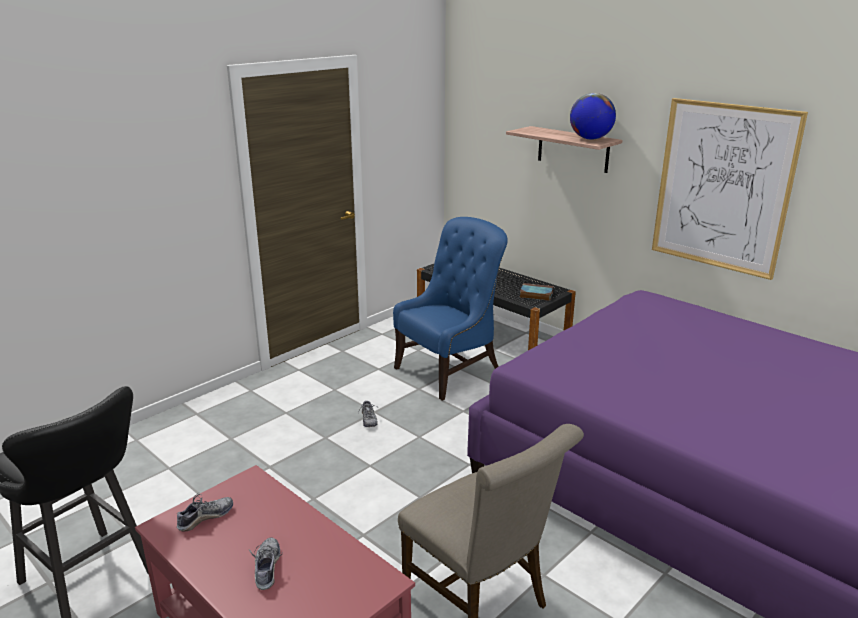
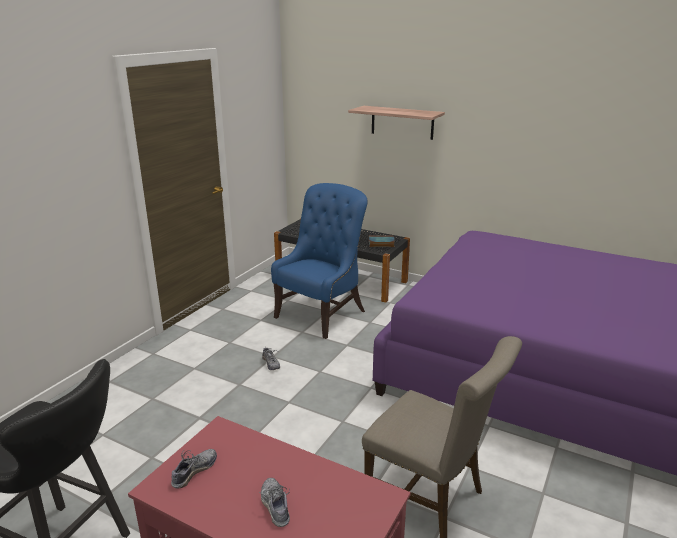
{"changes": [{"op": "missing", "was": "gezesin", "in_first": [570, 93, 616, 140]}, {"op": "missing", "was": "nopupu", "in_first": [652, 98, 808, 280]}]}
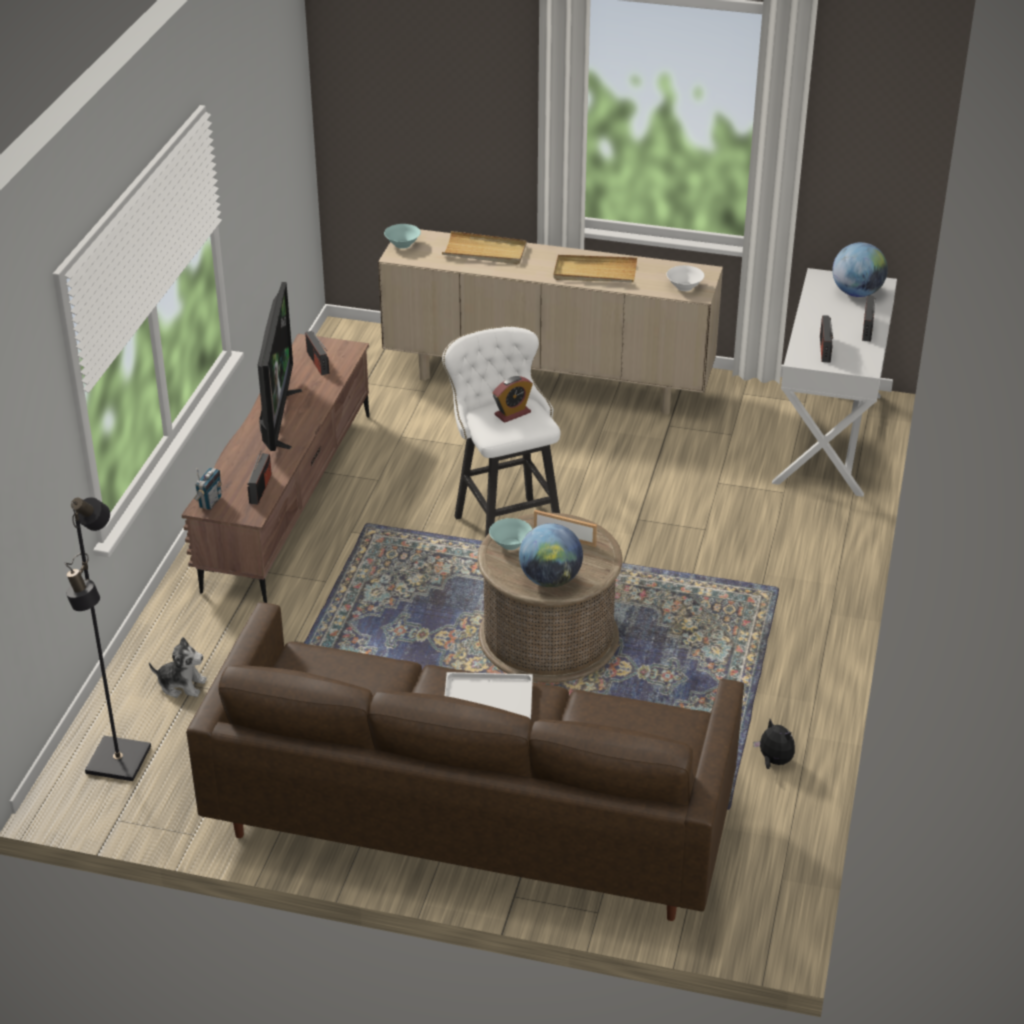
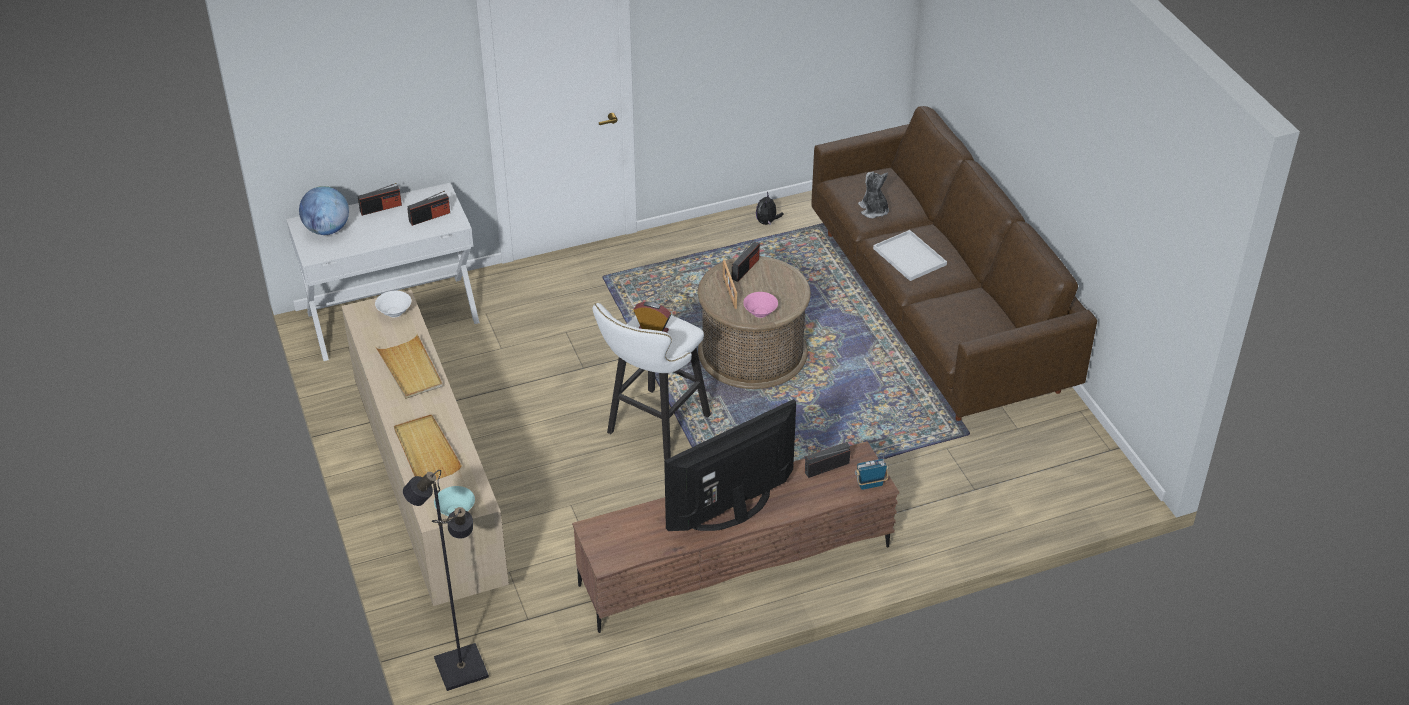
{"changes": [{"op": "relocated", "was": "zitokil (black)", "in_first": [65, 497, 151, 781], "in_second": [403, 470, 489, 691]}, {"op": "relocated", "was": "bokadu", "in_first": [149, 637, 207, 698], "in_second": [858, 172, 889, 218]}, {"op": "relocated", "was": "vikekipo", "in_first": [305, 331, 330, 375], "in_second": [732, 239, 760, 282]}, {"op": "colour", "was": "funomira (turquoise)", "now": "funomira (pink)", "in_first": [489, 518, 532, 550], "in_second": [743, 292, 778, 318]}, {"op": "missing", "was": "gezesin", "in_first": [519, 523, 583, 587]}]}
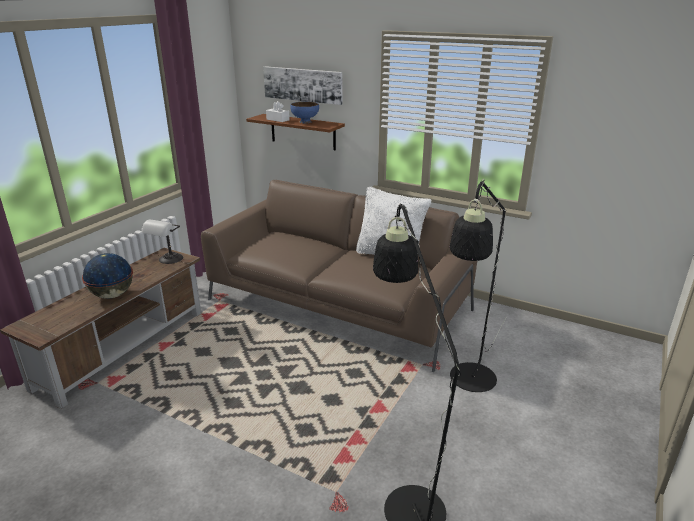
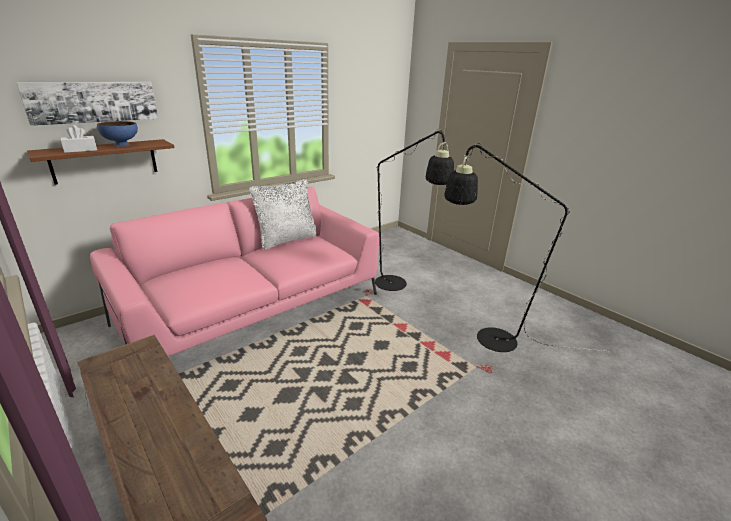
{"changes": [{"op": "missing", "was": "gezesin", "in_first": [82, 253, 133, 299]}, {"op": "missing", "was": "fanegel", "in_first": [142, 220, 183, 264]}, {"op": "colour", "was": "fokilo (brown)", "now": "fokilo (pink)", "in_first": [201, 180, 477, 372], "in_second": [90, 187, 379, 356]}]}
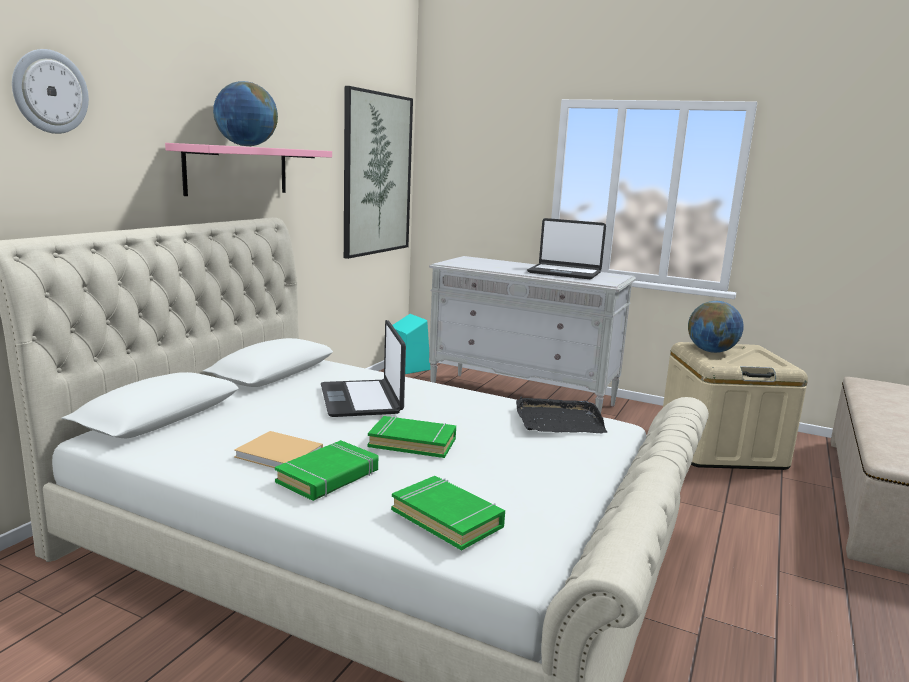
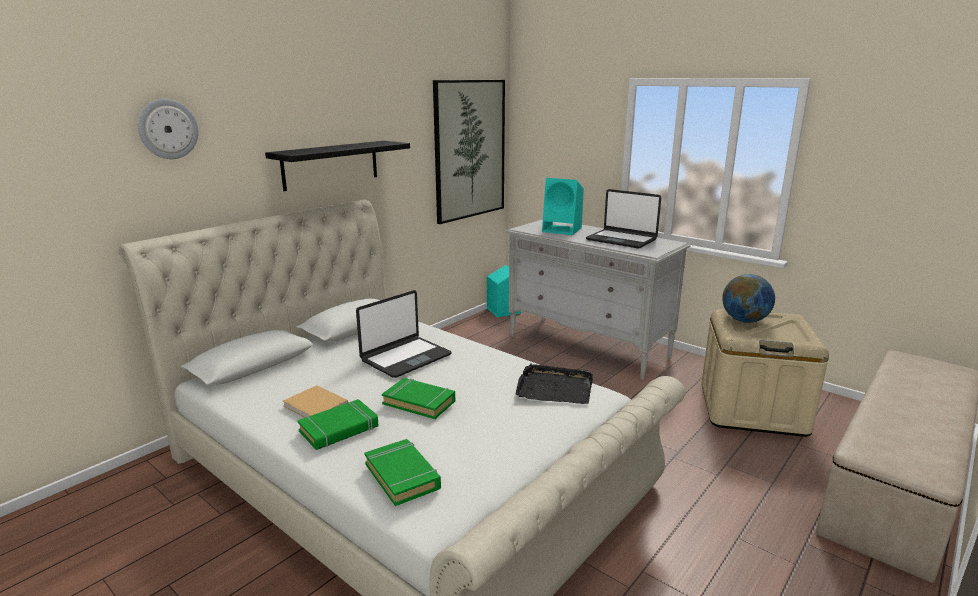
{"changes": [{"op": "colour", "was": "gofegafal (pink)", "now": "gofegafal (black)", "in_first": [165, 143, 332, 196], "in_second": [265, 141, 410, 191]}, {"op": "missing", "was": "gezesin", "in_first": [213, 81, 278, 146]}, {"op": "spun", "was": "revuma", "in_first": [321, 320, 406, 417], "in_second": [356, 290, 452, 378], "clockwise": -135}, {"op": "appeared", "now": "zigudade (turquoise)", "in_second": [542, 178, 584, 235]}]}
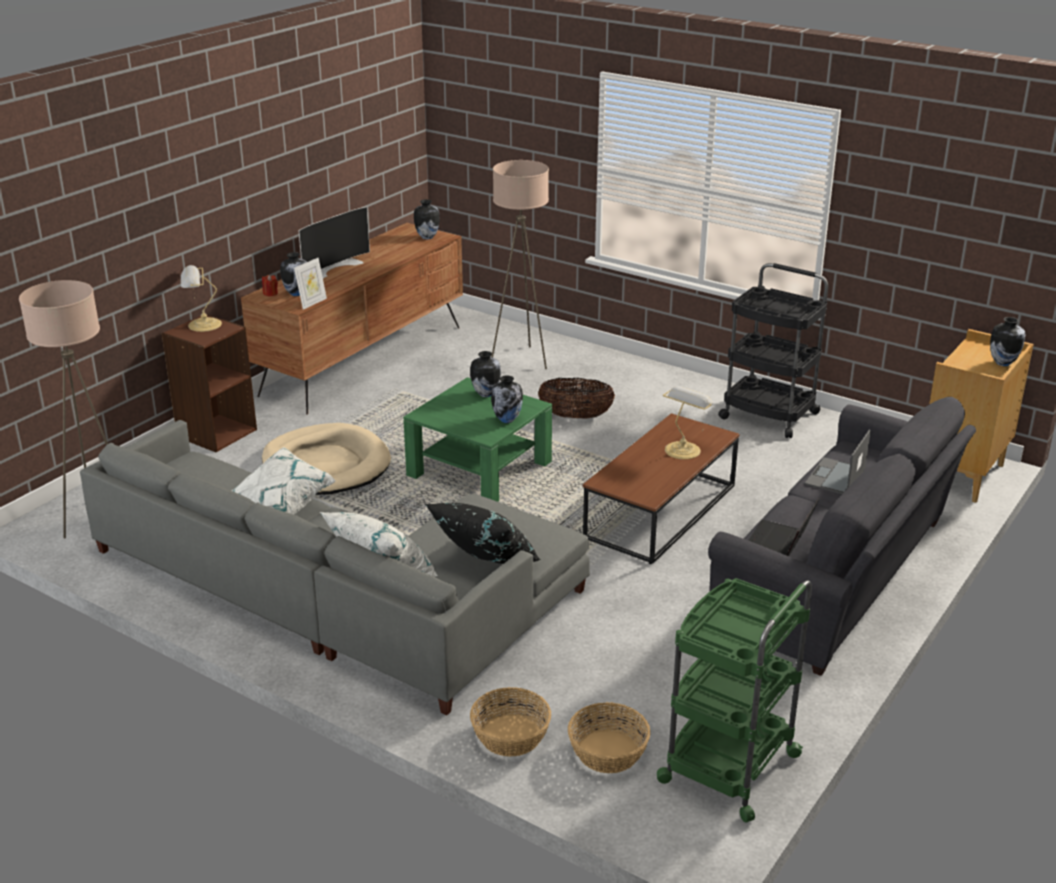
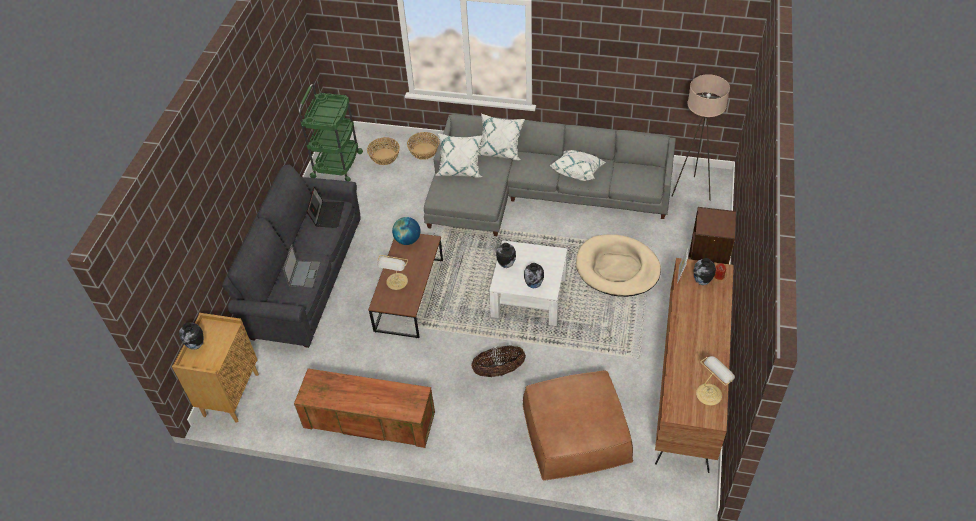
{"changes": [{"op": "relocated", "was": "fanegel", "in_first": [181, 265, 222, 332], "in_second": [696, 356, 735, 405]}, {"op": "missing", "was": "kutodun", "in_first": [298, 207, 370, 279]}, {"op": "colour", "was": "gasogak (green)", "now": "gasogak (white)", "in_first": [403, 377, 552, 502], "in_second": [489, 240, 567, 326]}, {"op": "missing", "was": "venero", "in_first": [414, 199, 440, 240]}, {"op": "colour", "was": "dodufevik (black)", "now": "dodufevik (white)", "in_first": [425, 503, 541, 564], "in_second": [436, 133, 483, 178]}, {"op": "exchanged", "was": "zitokil (beige)", "now": "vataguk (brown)", "in_first": [491, 160, 549, 369], "in_second": [522, 371, 633, 481]}, {"op": "exchanged", "was": "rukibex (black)", "now": "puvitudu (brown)", "in_first": [718, 263, 828, 438], "in_second": [294, 369, 435, 448]}, {"op": "appeared", "now": "gezesin", "in_second": [392, 217, 421, 245]}]}
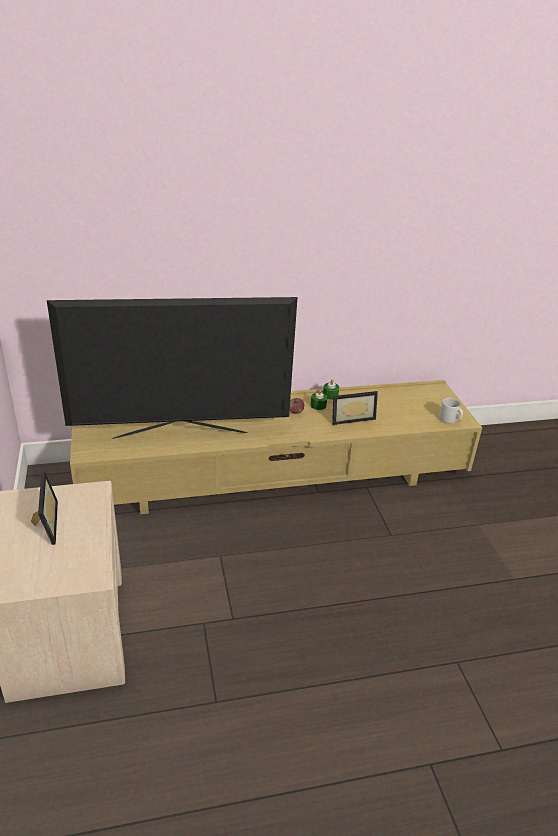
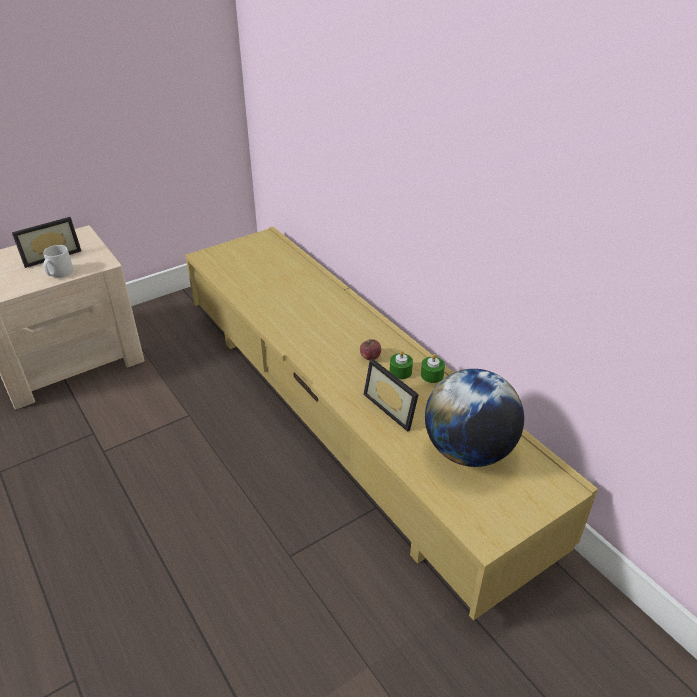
{"changes": [{"op": "missing", "was": "kutodun", "in_first": [47, 297, 298, 439]}, {"op": "relocated", "was": "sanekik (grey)", "in_first": [439, 398, 463, 423], "in_second": [43, 245, 73, 278]}, {"op": "appeared", "now": "gezesin", "in_second": [425, 369, 524, 467]}]}
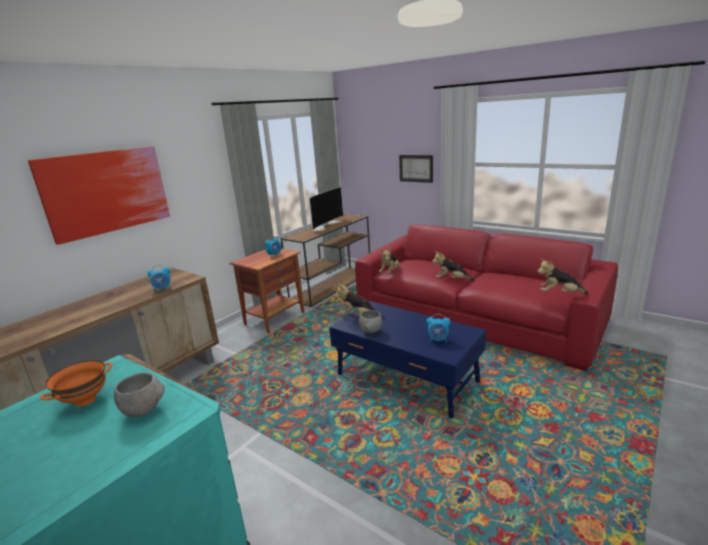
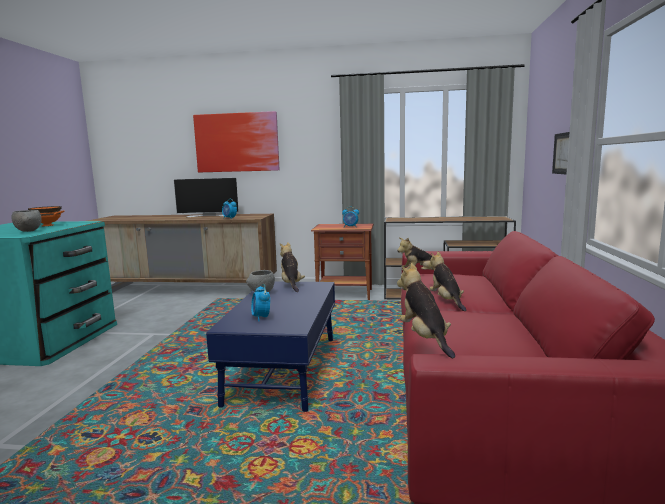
{"changes": [{"op": "relocated", "was": "kutodun", "in_first": [309, 187, 343, 231], "in_second": [173, 178, 239, 217]}]}
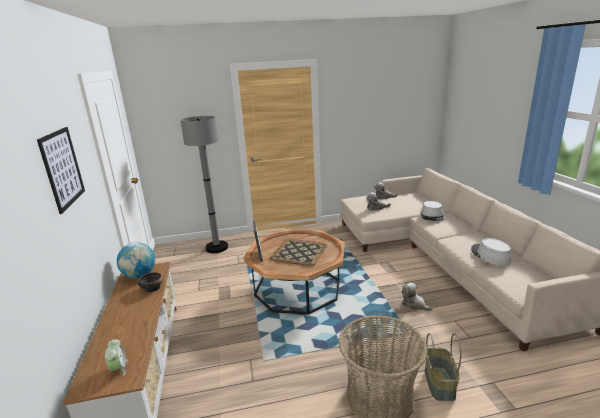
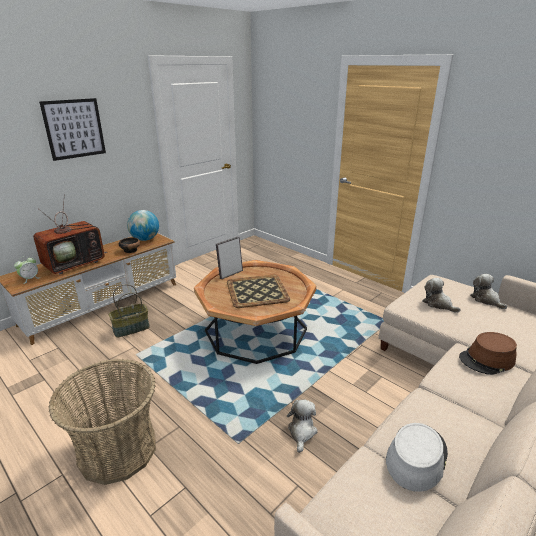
{"changes": [{"op": "missing", "was": "zitokil (grey)", "in_first": [180, 116, 228, 253]}, {"op": "colour", "was": "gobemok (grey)", "now": "gobemok (brown)", "in_first": [420, 201, 444, 221], "in_second": [459, 332, 517, 375]}, {"op": "relocated", "was": "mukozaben", "in_first": [425, 333, 461, 401], "in_second": [109, 284, 150, 337]}, {"op": "appeared", "now": "kutodun", "in_second": [33, 194, 108, 274]}]}
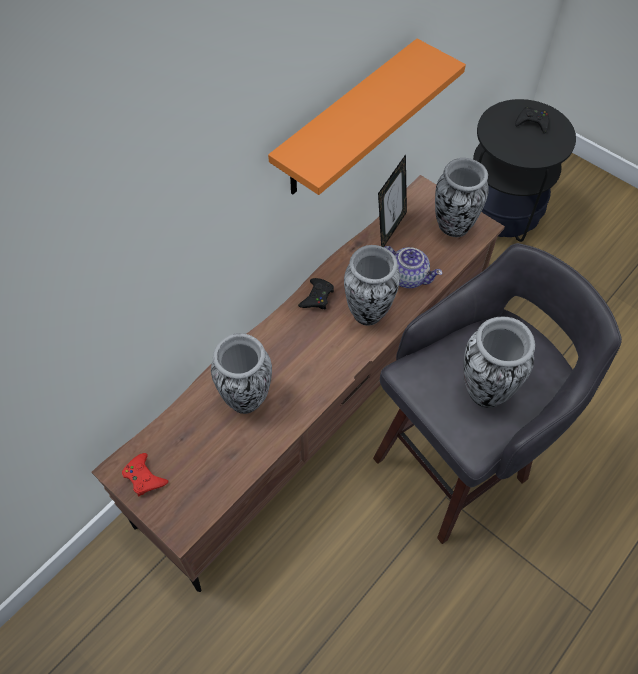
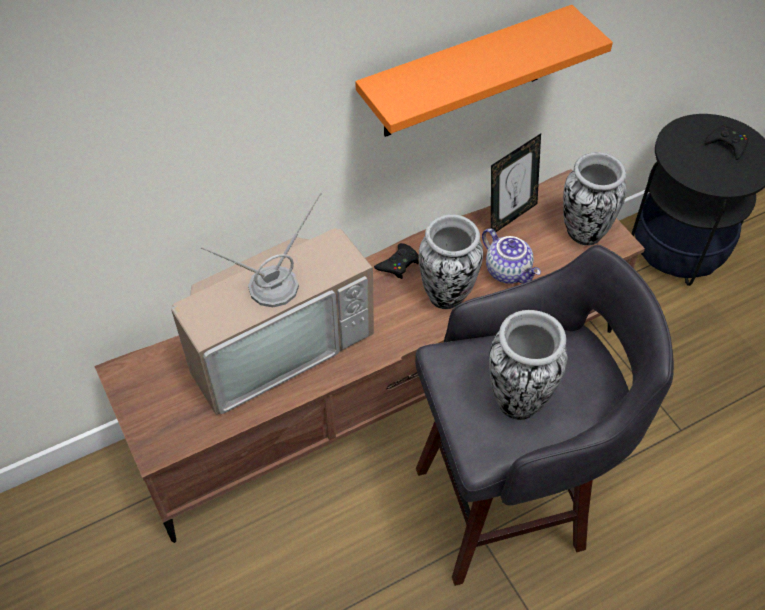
{"changes": [{"op": "missing", "was": "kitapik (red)", "in_first": [122, 453, 168, 496]}, {"op": "exchanged", "was": "venero", "now": "kutodun", "in_first": [211, 333, 272, 414], "in_second": [171, 192, 374, 415]}]}
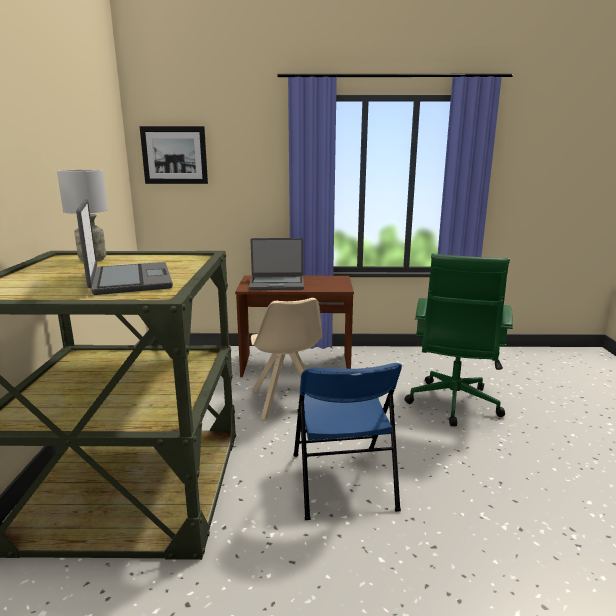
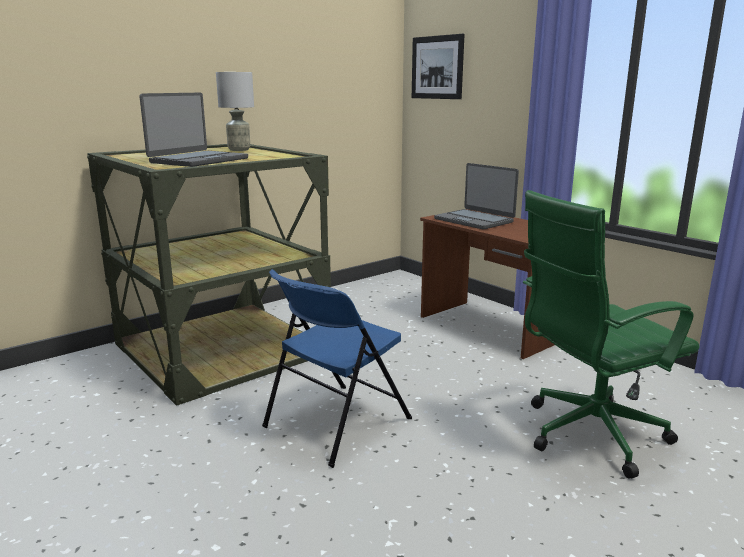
{"changes": [{"op": "missing", "was": "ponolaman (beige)", "in_first": [251, 298, 322, 420]}]}
